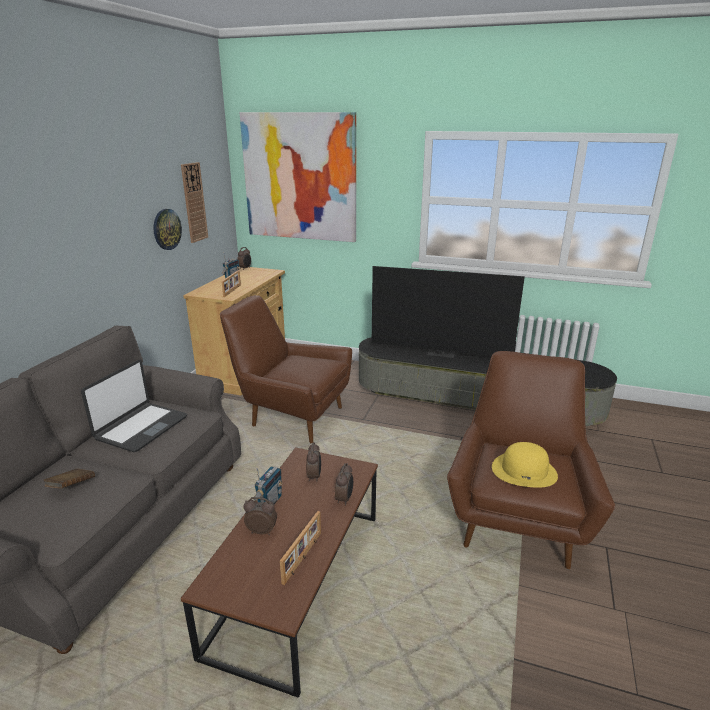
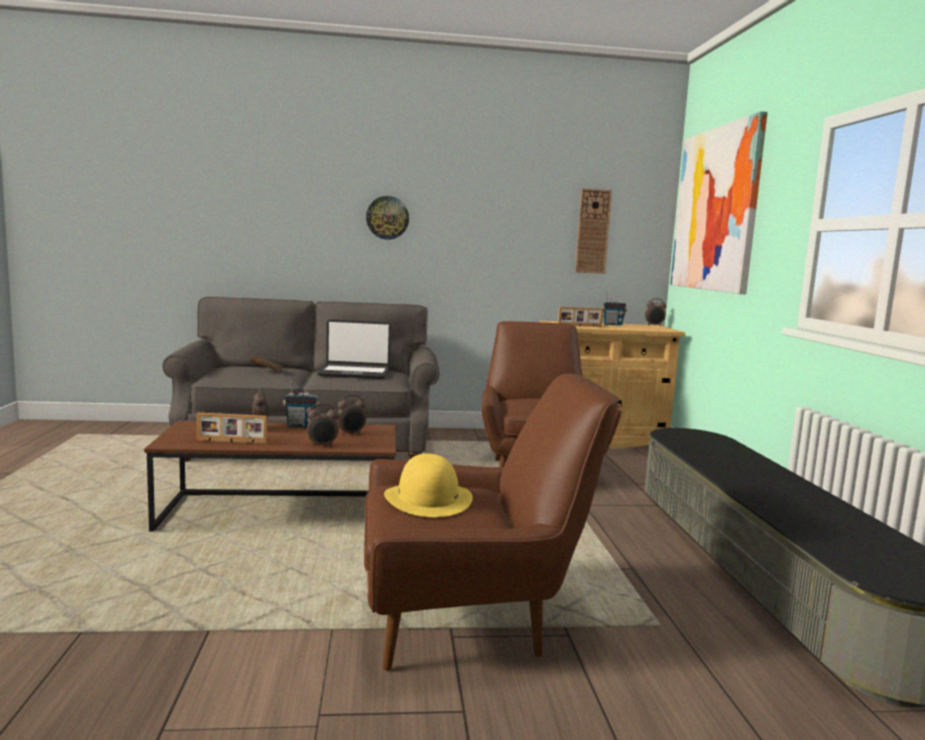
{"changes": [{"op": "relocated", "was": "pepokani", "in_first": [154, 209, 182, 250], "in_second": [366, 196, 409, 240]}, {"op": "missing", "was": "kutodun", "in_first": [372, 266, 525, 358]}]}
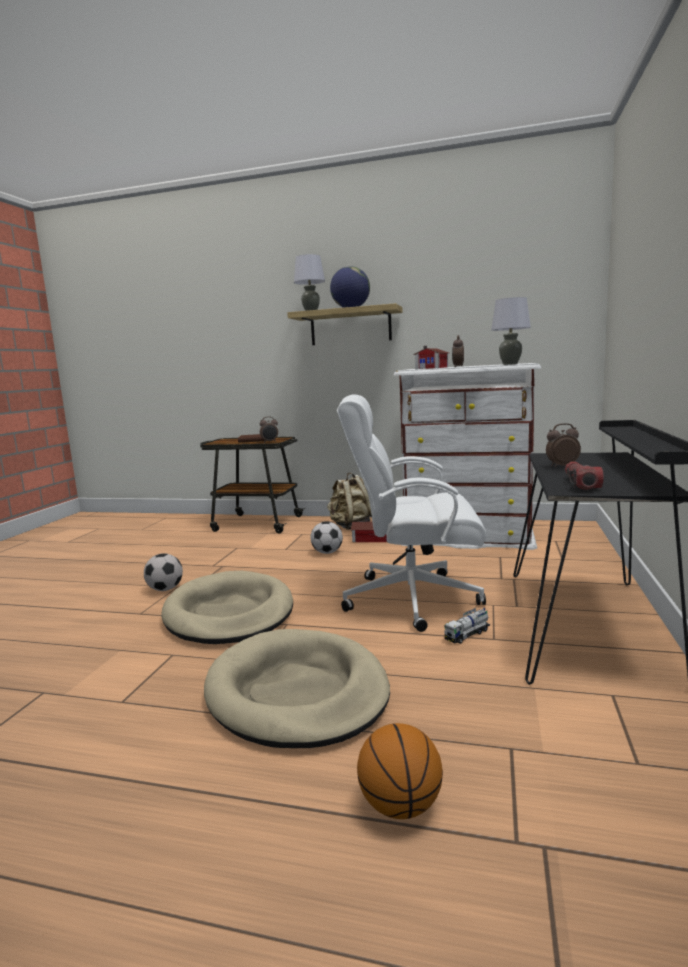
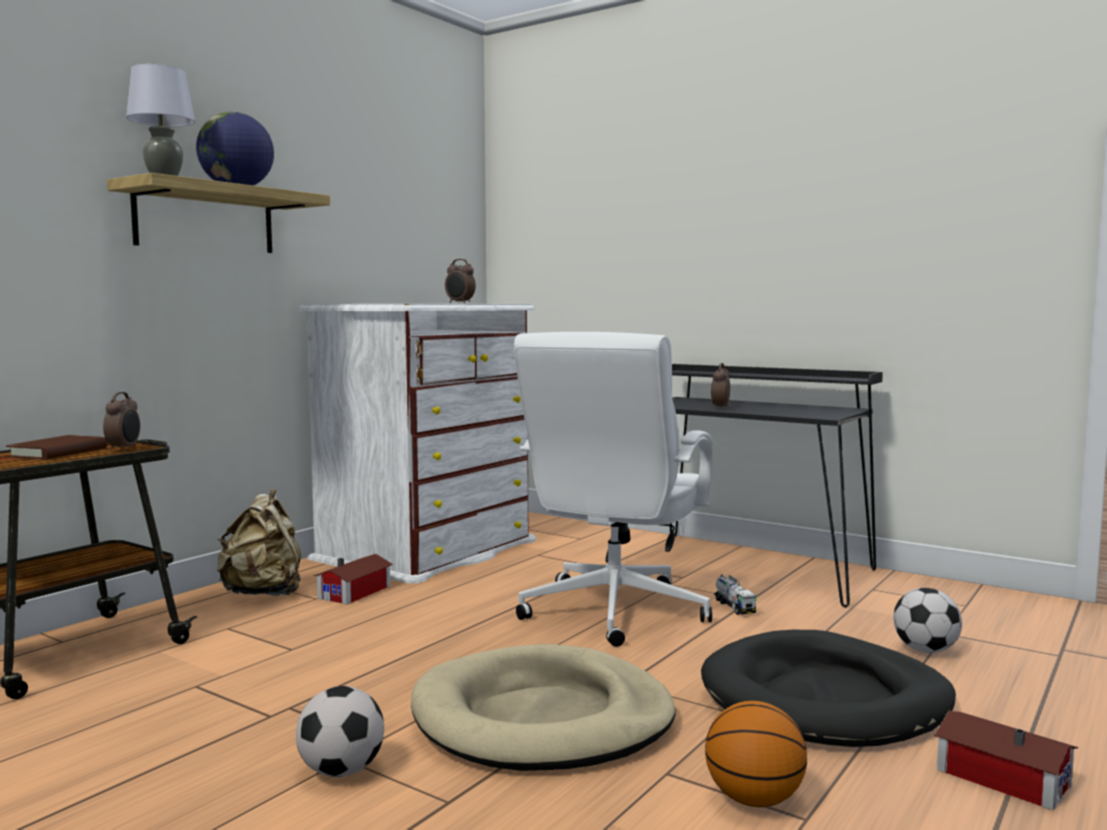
{"changes": [{"op": "colour", "was": "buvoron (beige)", "now": "buvoron (black)", "in_first": [204, 629, 390, 748], "in_second": [701, 630, 956, 747]}, {"op": "relocated", "was": "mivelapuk", "in_first": [311, 521, 343, 554], "in_second": [893, 588, 962, 653]}, {"op": "relocated", "was": "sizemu", "in_first": [357, 723, 443, 819], "in_second": [705, 701, 807, 807]}, {"op": "relocated", "was": "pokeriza", "in_first": [413, 346, 449, 369], "in_second": [934, 711, 1078, 810]}, {"op": "missing", "was": "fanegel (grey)", "in_first": [491, 297, 531, 365]}, {"op": "missing", "was": "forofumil", "in_first": [565, 461, 604, 490]}]}
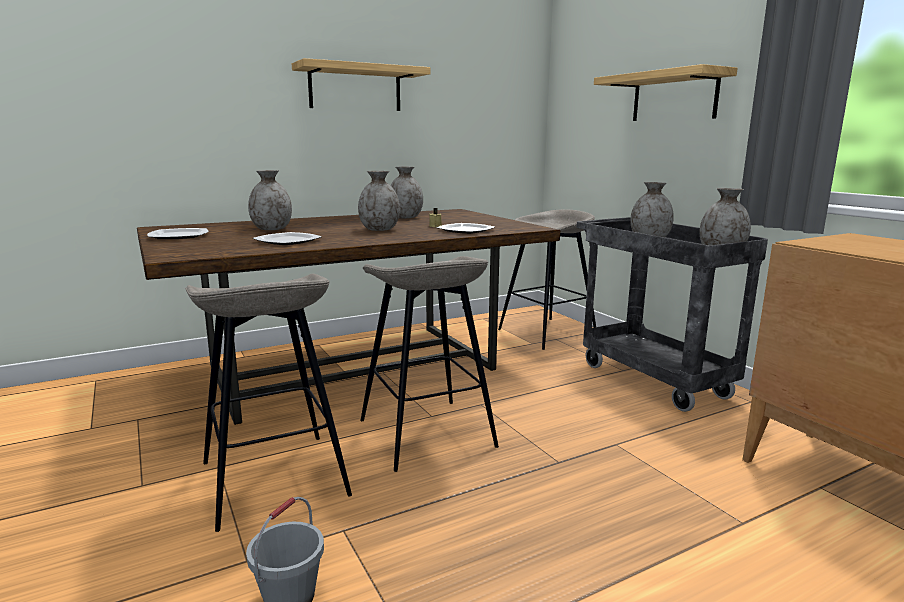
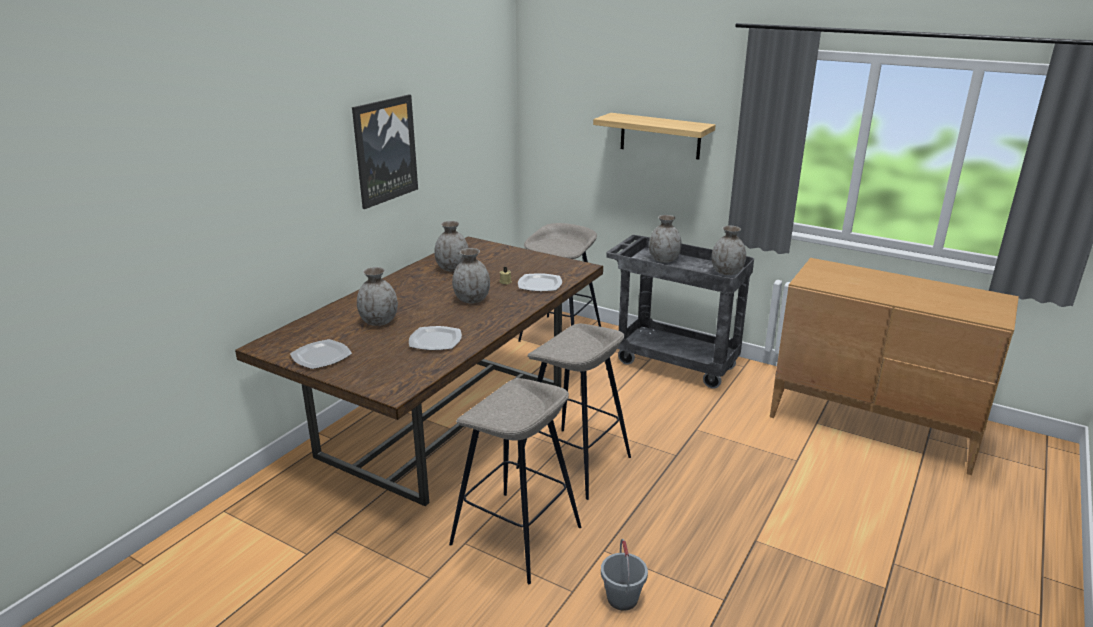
{"changes": [{"op": "exchanged", "was": "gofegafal", "now": "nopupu", "in_first": [292, 58, 431, 111], "in_second": [352, 94, 418, 209]}]}
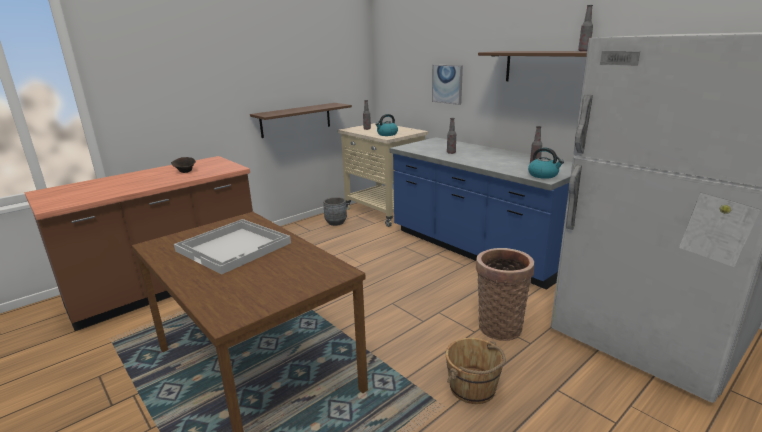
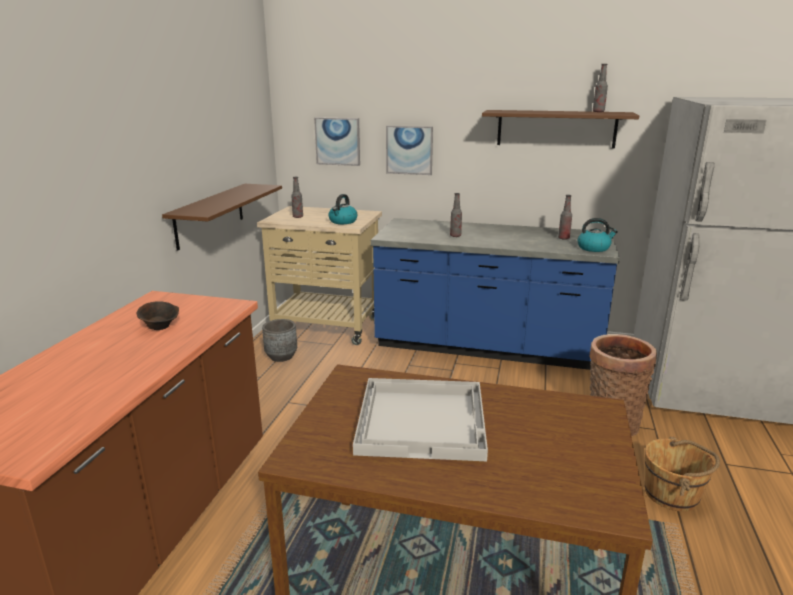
{"changes": [{"op": "appeared", "now": "nopupu", "in_second": [314, 117, 360, 166]}]}
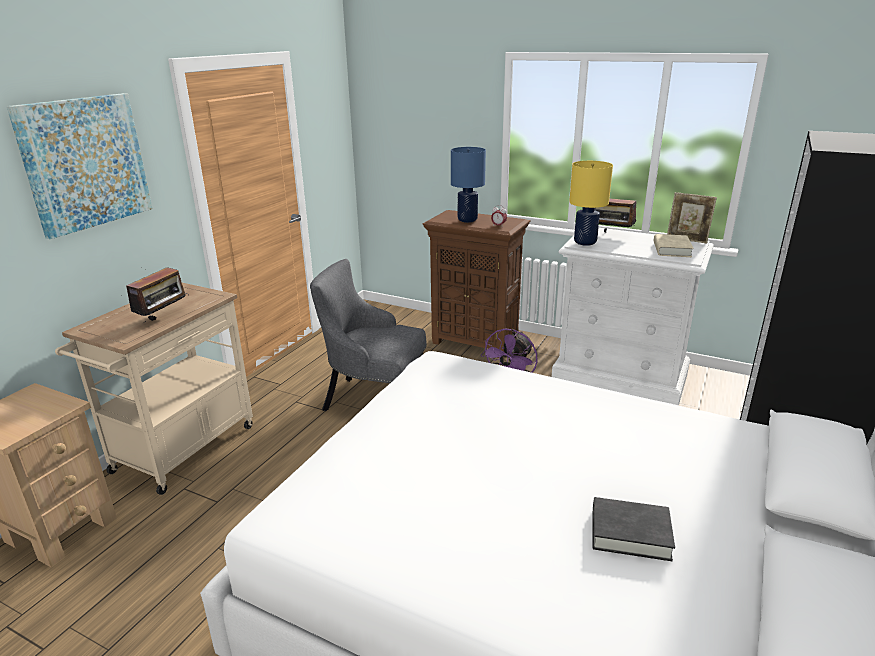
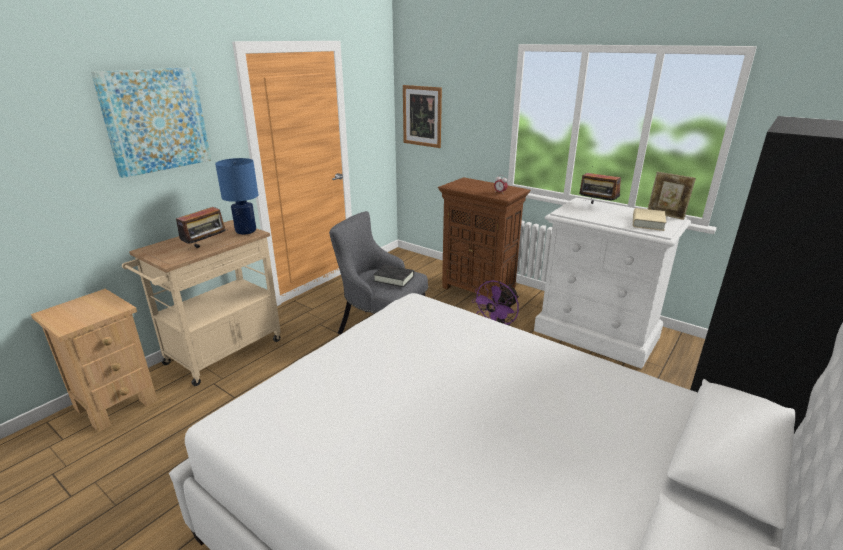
{"changes": [{"op": "relocated", "was": "fanegel (blue)", "in_first": [451, 147, 486, 223], "in_second": [215, 158, 258, 235]}, {"op": "missing", "was": "fanegel (yellow)", "in_first": [569, 161, 613, 246]}, {"op": "relocated", "was": "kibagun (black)", "in_first": [593, 497, 675, 561], "in_second": [373, 265, 414, 287]}, {"op": "appeared", "now": "nopupu", "in_second": [403, 85, 442, 148]}]}
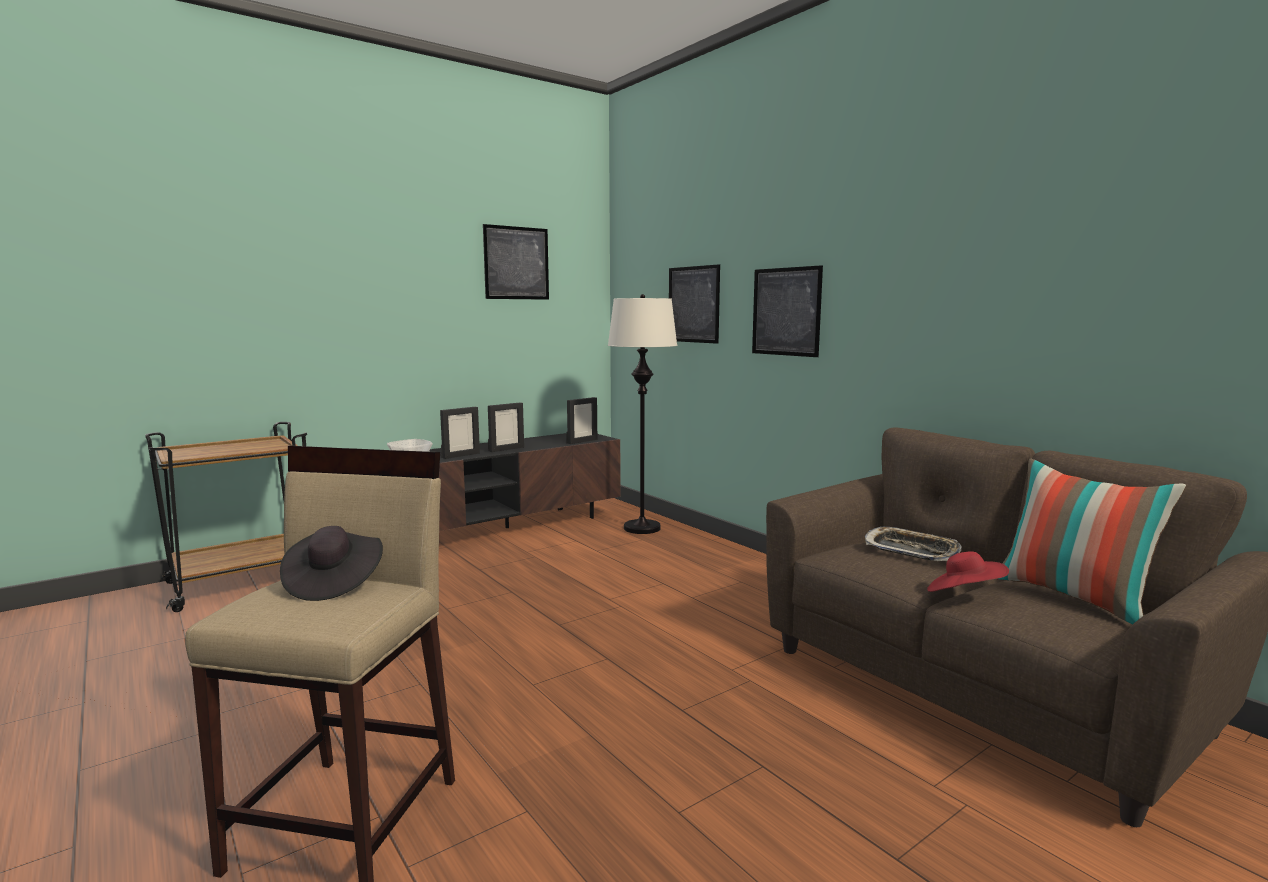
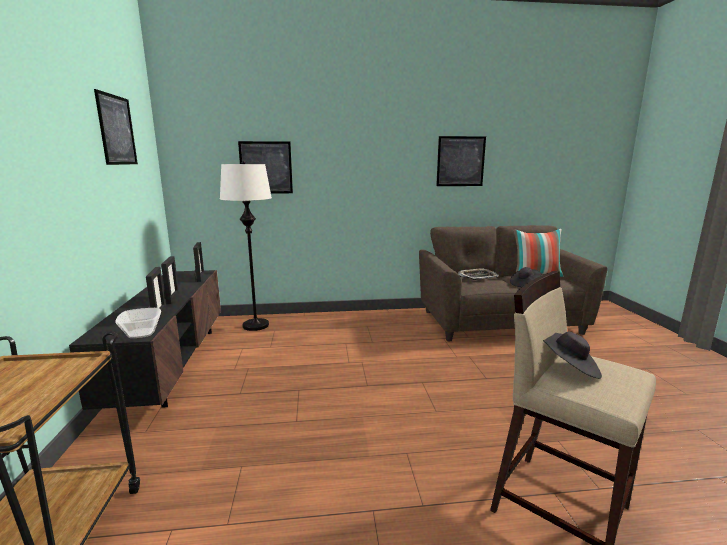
{"changes": [{"op": "relocated", "was": "nopupu", "in_first": [752, 265, 823, 357], "in_second": [436, 136, 486, 186]}, {"op": "colour", "was": "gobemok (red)", "now": "gobemok (black)", "in_first": [927, 551, 1009, 592], "in_second": [510, 267, 542, 287]}]}
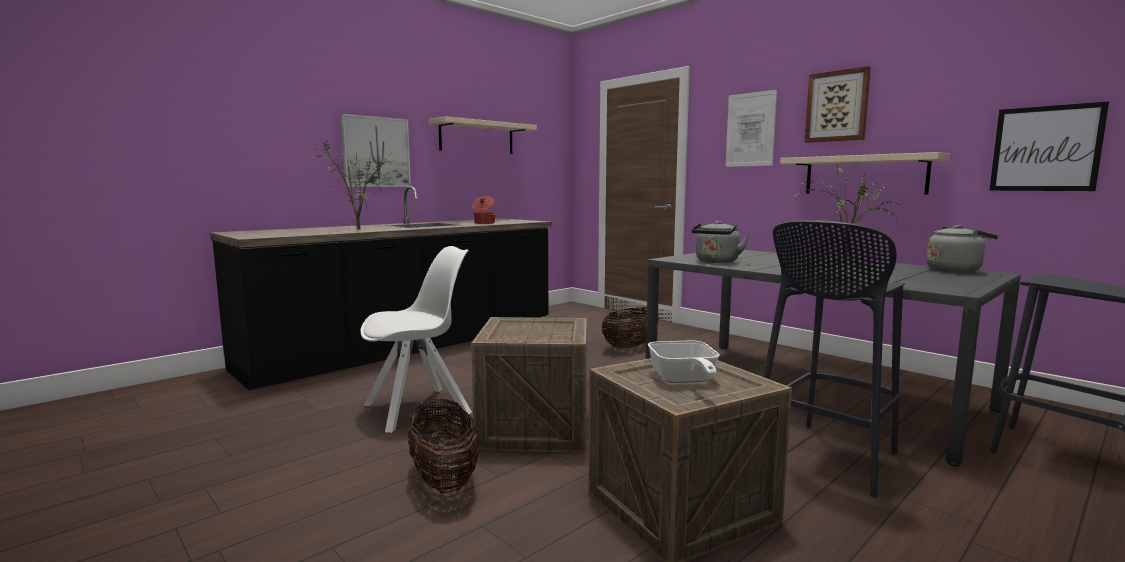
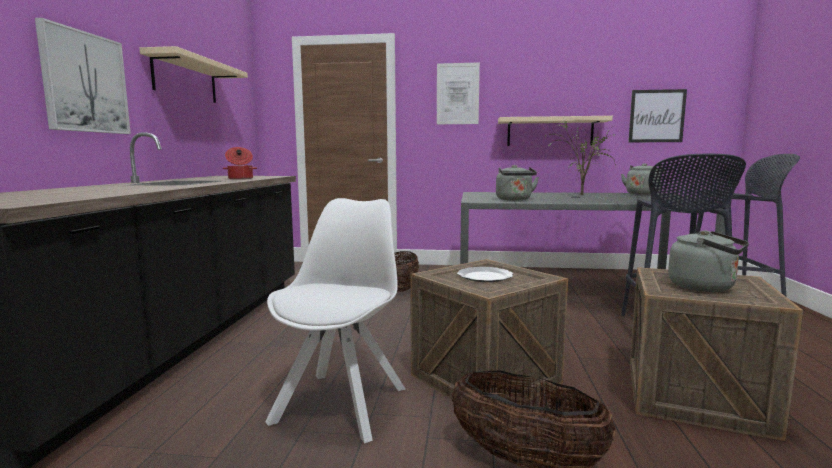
{"changes": [{"op": "missing", "was": "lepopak", "in_first": [310, 141, 397, 230]}, {"op": "exchanged", "was": "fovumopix", "now": "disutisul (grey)", "in_first": [648, 341, 720, 383], "in_second": [668, 230, 749, 292]}, {"op": "missing", "was": "nopupu", "in_first": [805, 66, 871, 143]}, {"op": "appeared", "now": "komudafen", "in_second": [457, 267, 513, 282]}]}
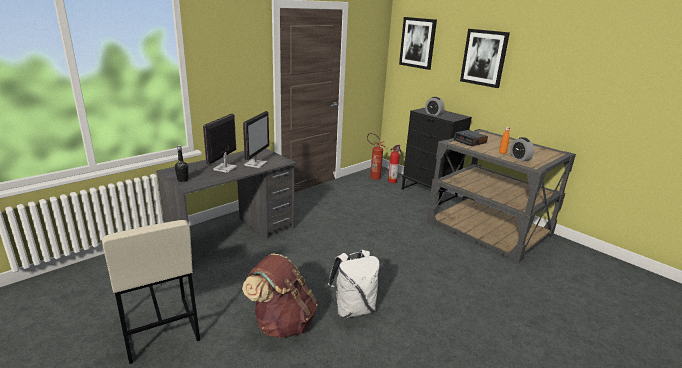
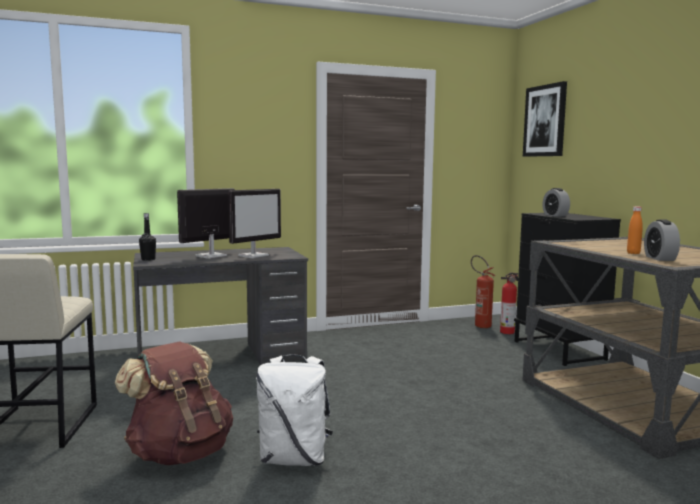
{"changes": [{"op": "missing", "was": "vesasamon", "in_first": [453, 130, 488, 146]}, {"op": "missing", "was": "nopupu", "in_first": [460, 29, 510, 88]}]}
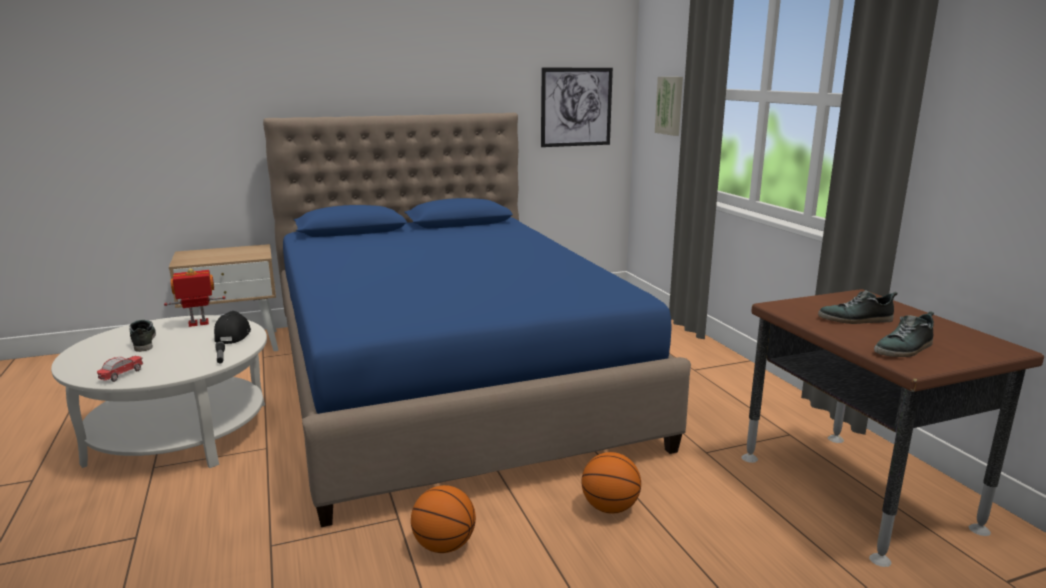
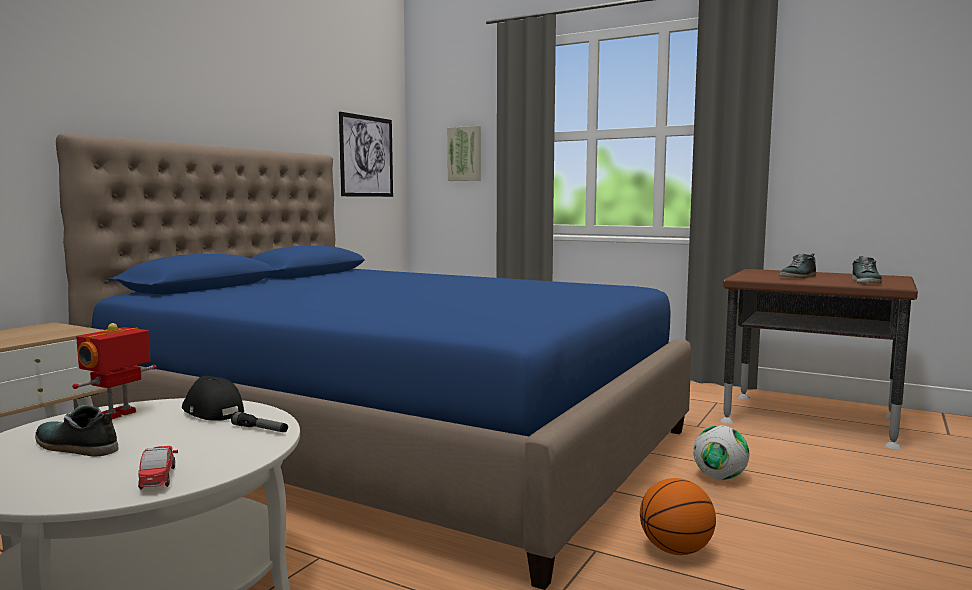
{"changes": [{"op": "exchanged", "was": "sizemu", "now": "mivelapuk", "in_first": [582, 452, 641, 514], "in_second": [693, 425, 749, 480]}]}
